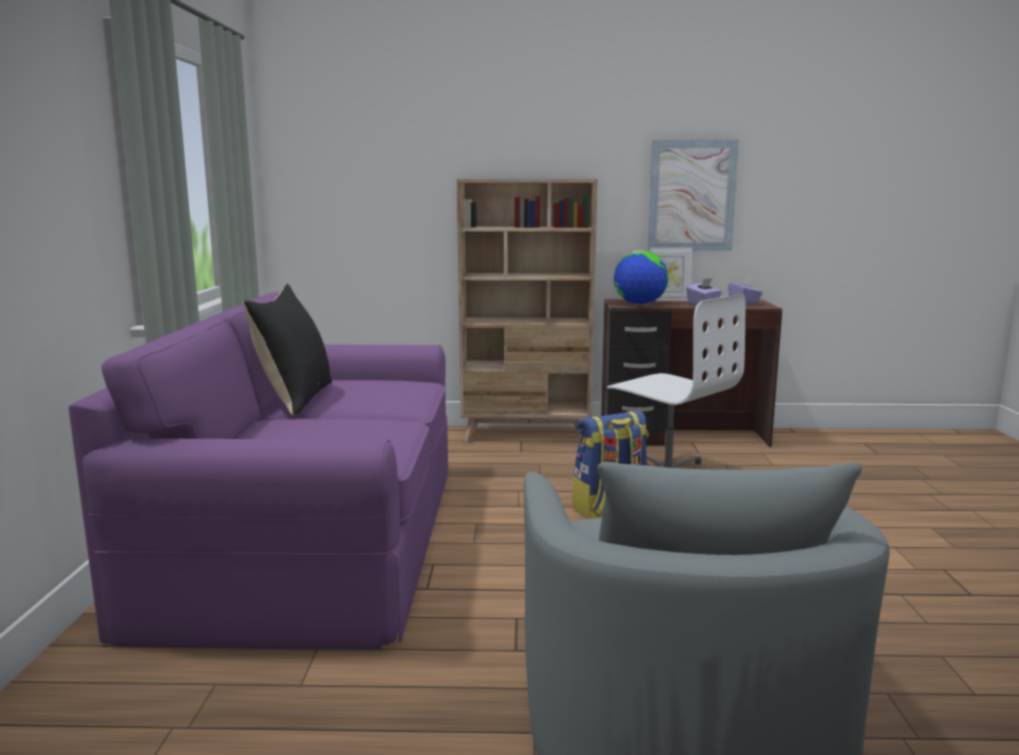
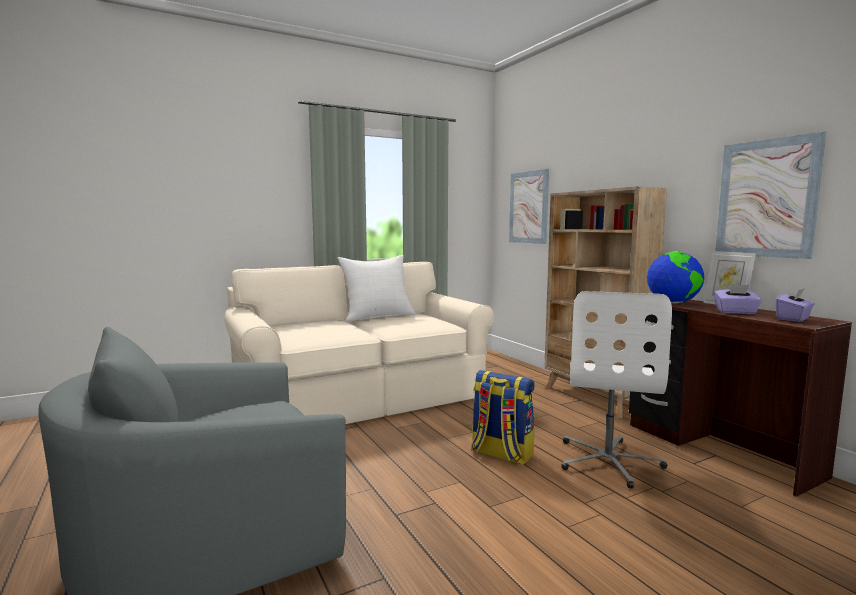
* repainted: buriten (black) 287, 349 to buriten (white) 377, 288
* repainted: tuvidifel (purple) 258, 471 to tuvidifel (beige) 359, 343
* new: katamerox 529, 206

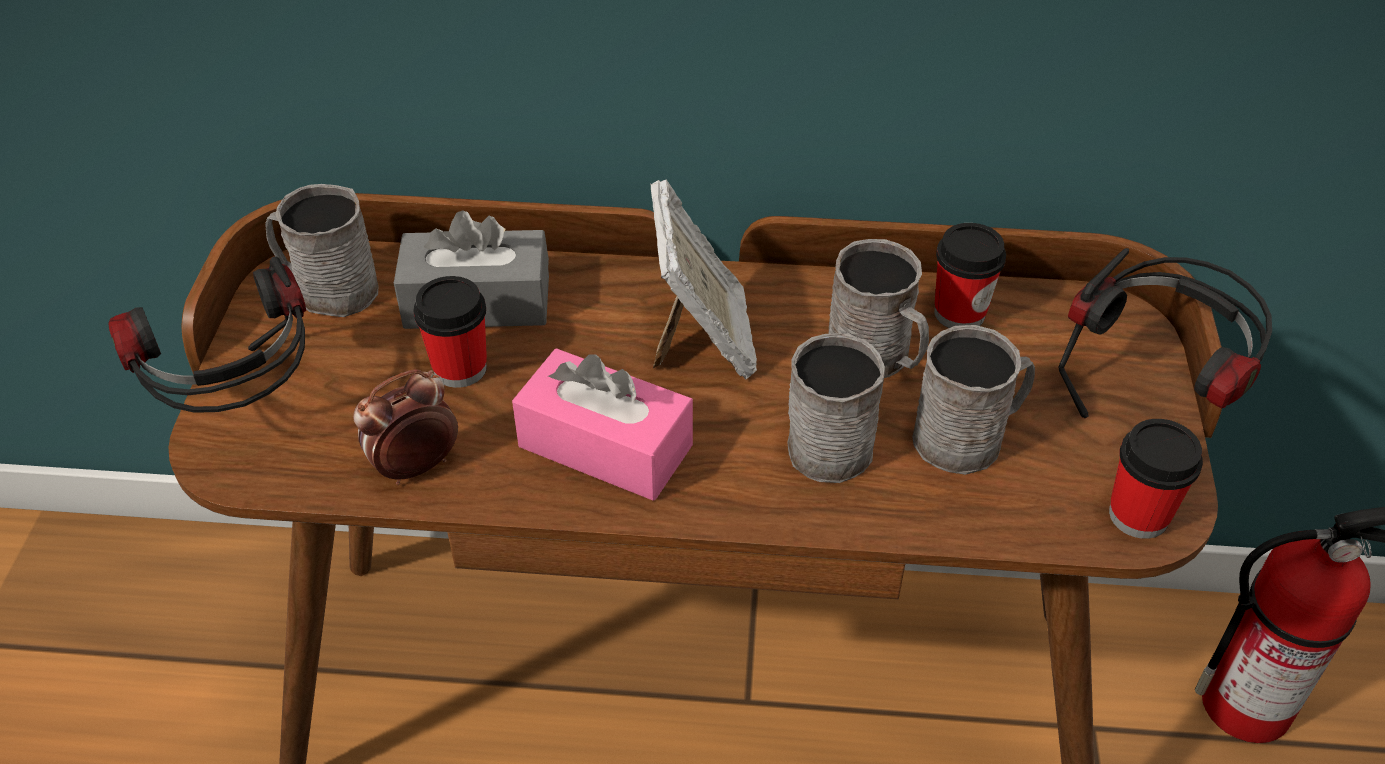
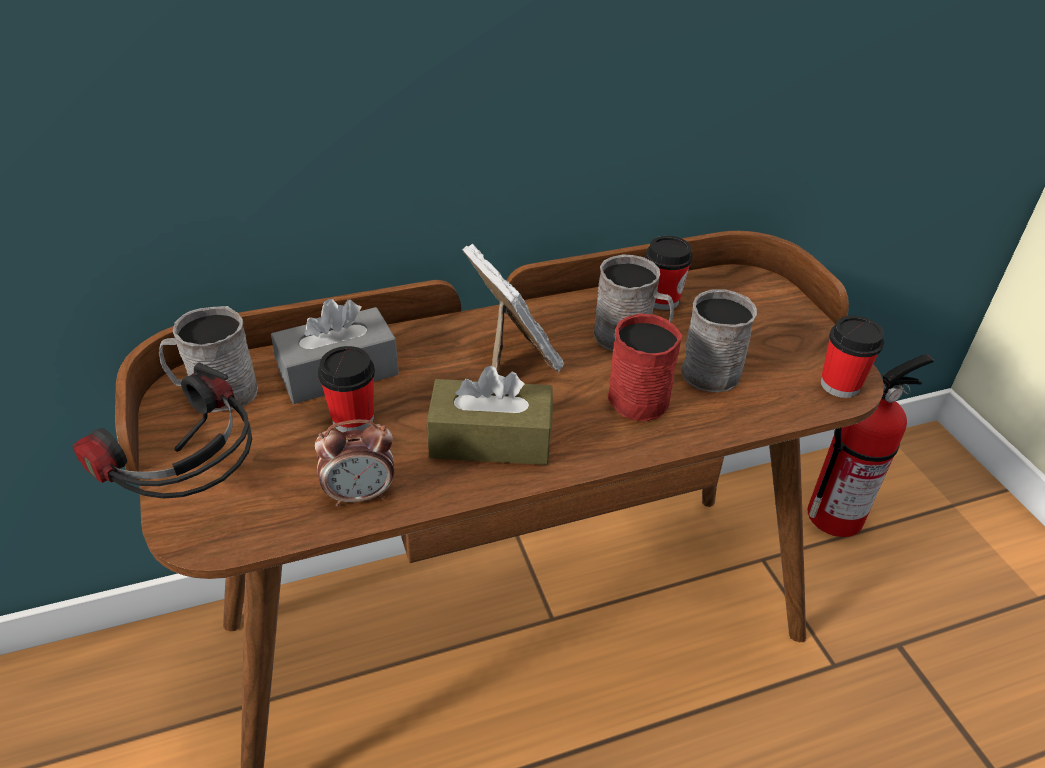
* gone: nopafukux 1165, 333
* repainted: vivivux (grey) 836, 408 to vivivux (red) 644, 367
* repainted: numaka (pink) 602, 425 to numaka (brown) 490, 415
* rotated: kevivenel 405, 427 = 354, 463 135 degrees counterclockwise

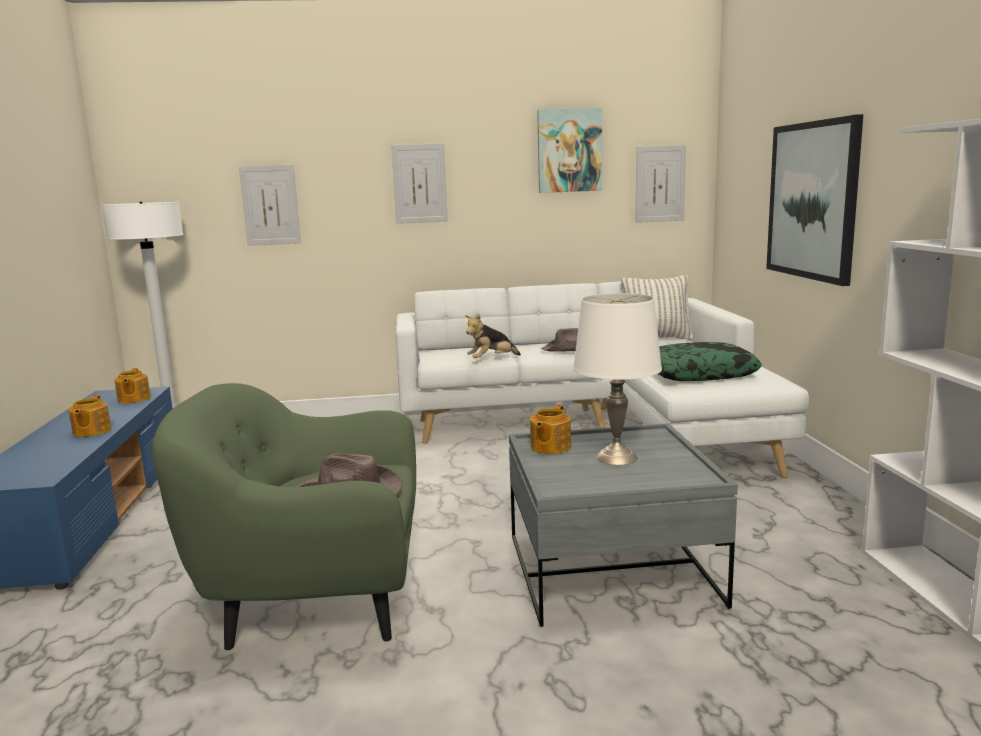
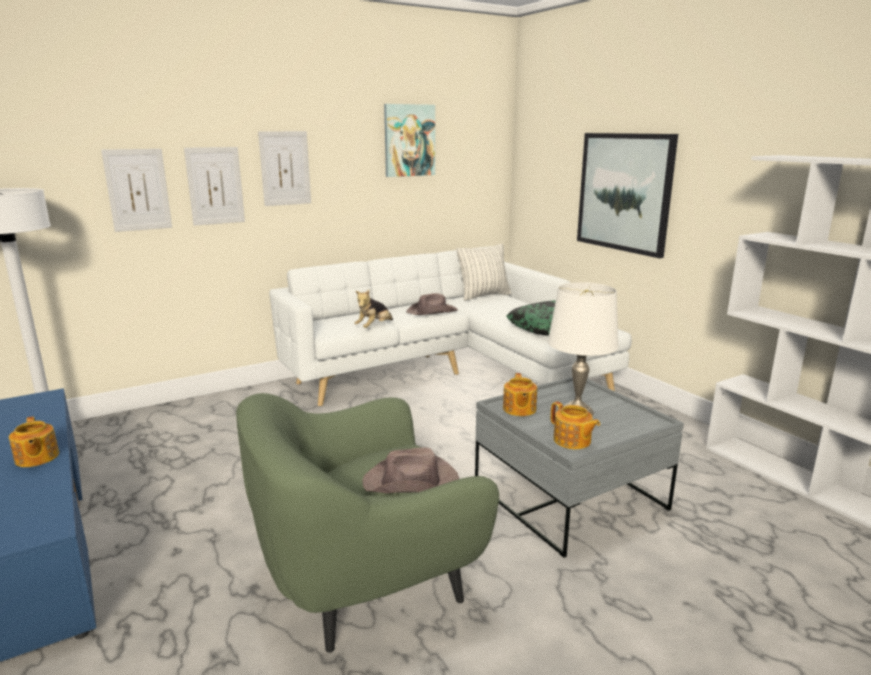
* shifted: katamerox 661, 184 to 214, 186
* shifted: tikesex 132, 386 to 575, 425

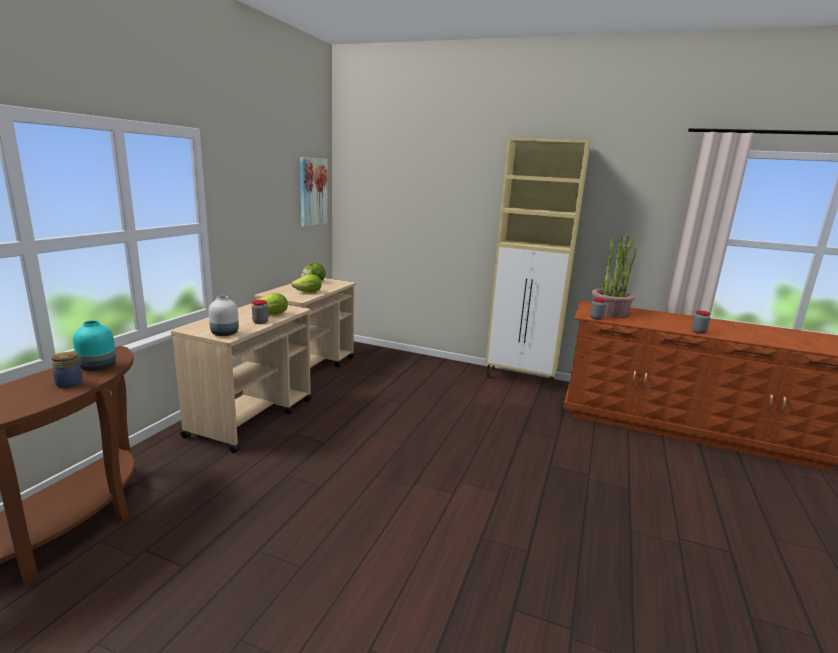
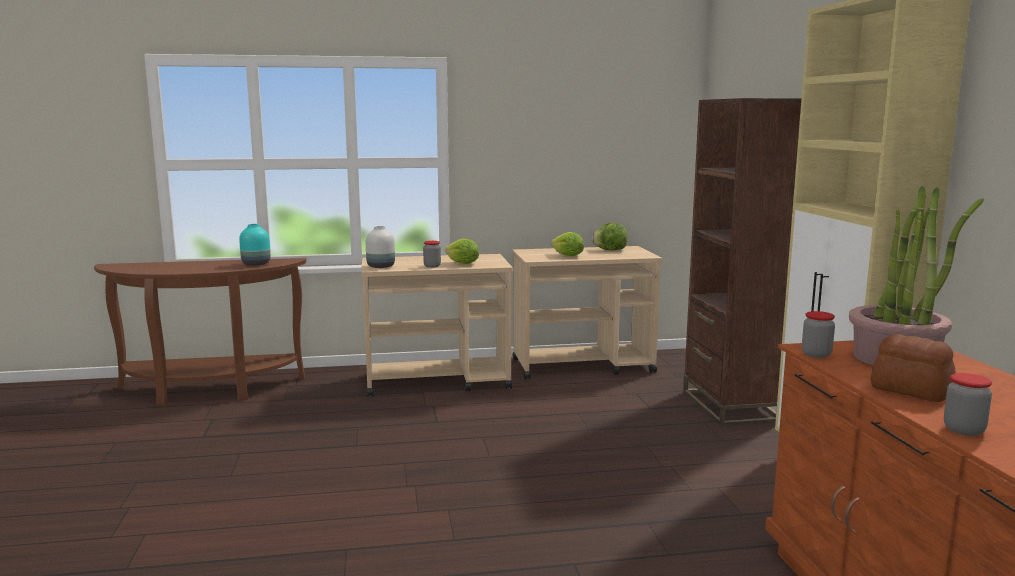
* gone: katamerox 314, 192
* gone: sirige 67, 370
* new: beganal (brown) 742, 262
* new: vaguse 913, 368

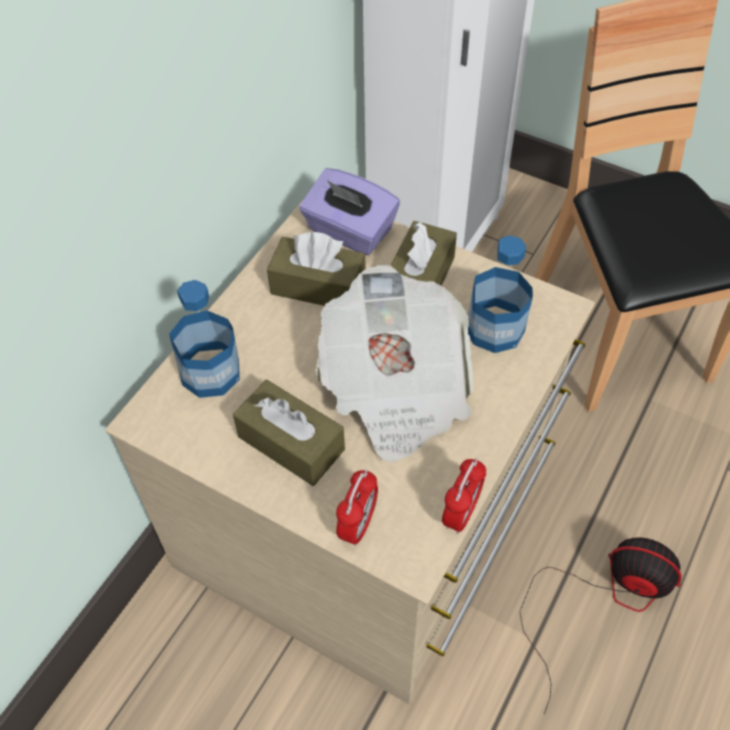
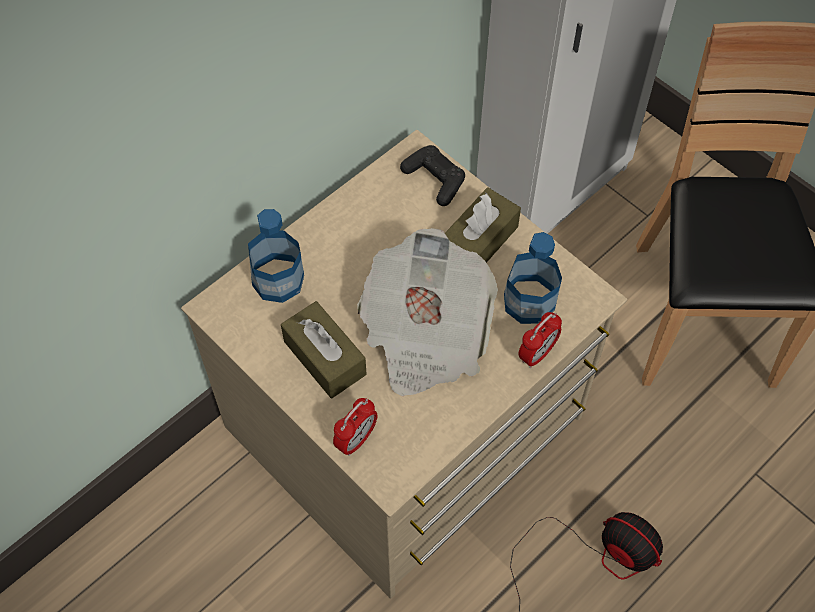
* swapped: numaka (purple) 349, 211 to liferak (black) 432, 175
* gone: numaka (brown) 316, 269
* shifted: kevivenel 464, 496 to 540, 340

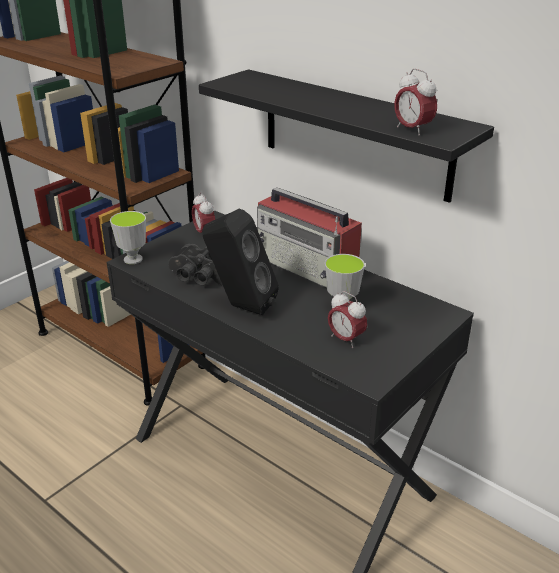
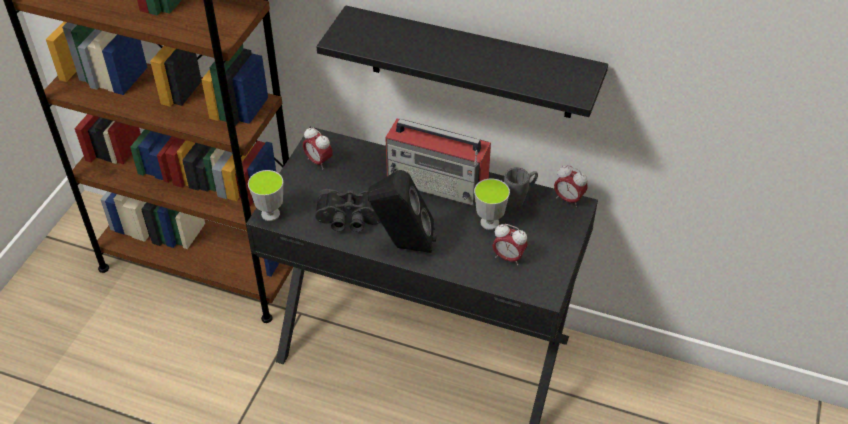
* shifted: kevivenel 415, 102 to 571, 186
* new: vivivux (grey) 521, 187

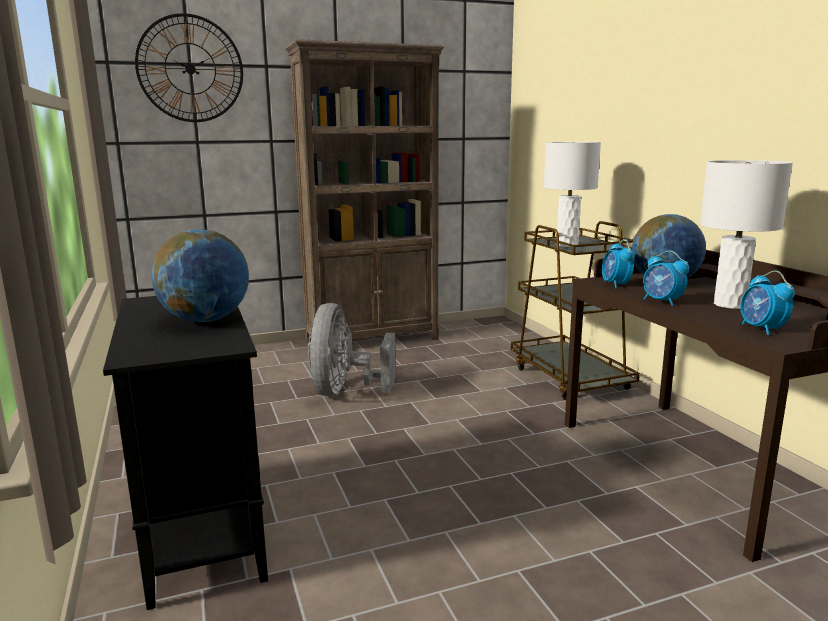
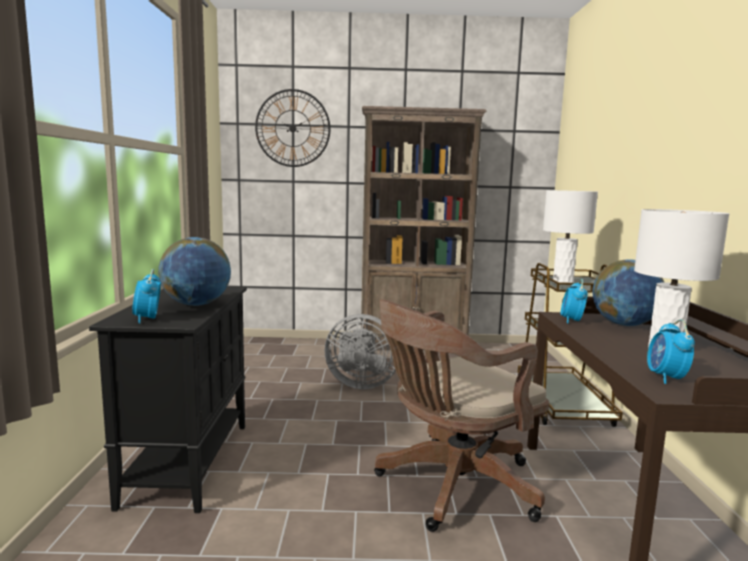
* shifted: kevivenel 666, 278 to 146, 296
* rotated: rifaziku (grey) 352, 349 = 360, 351 105 degrees counterclockwise
* new: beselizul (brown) 461, 415

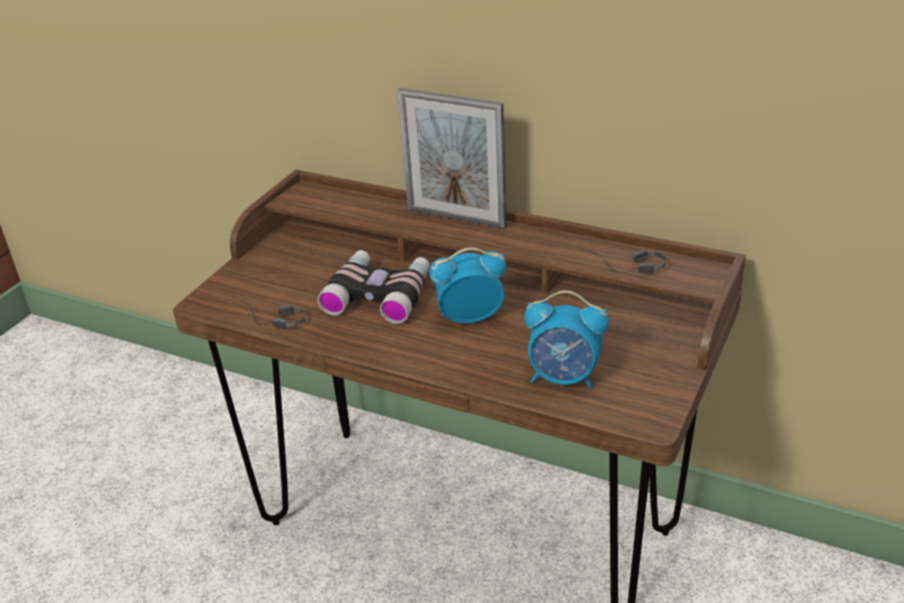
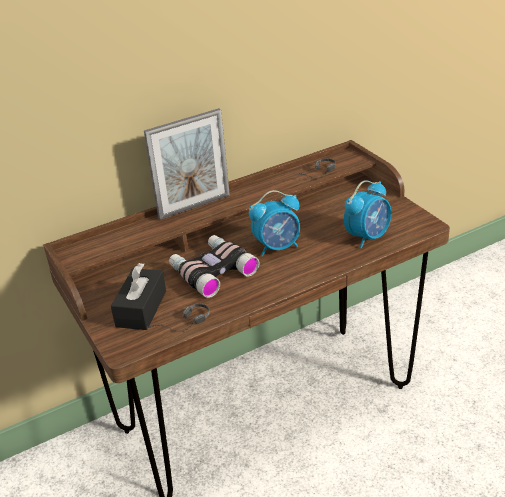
* rotated: kevivenel 467, 286 = 274, 223 135 degrees counterclockwise
* new: numaka (black) 138, 296

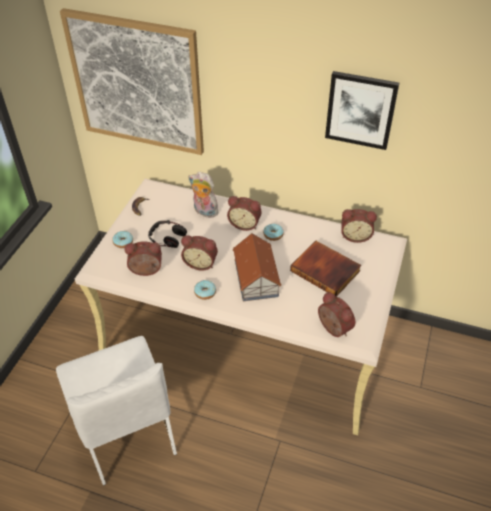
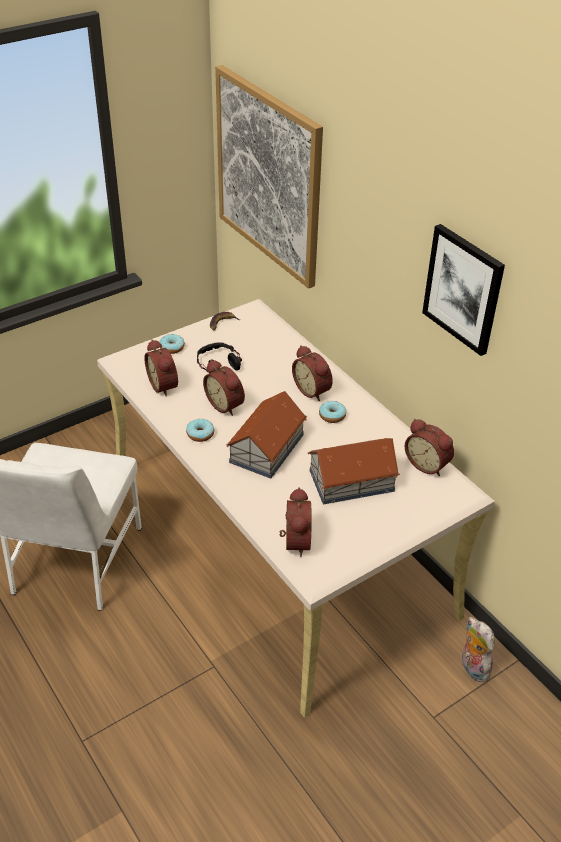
* shifted: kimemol 203, 195 to 478, 649
* rotated: kevivenel 143, 258 = 161, 368 150 degrees counterclockwise
* swapped: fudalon 325, 269 to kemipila 354, 471

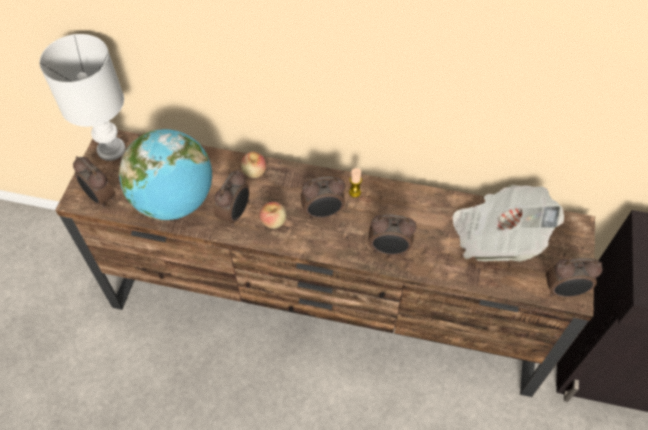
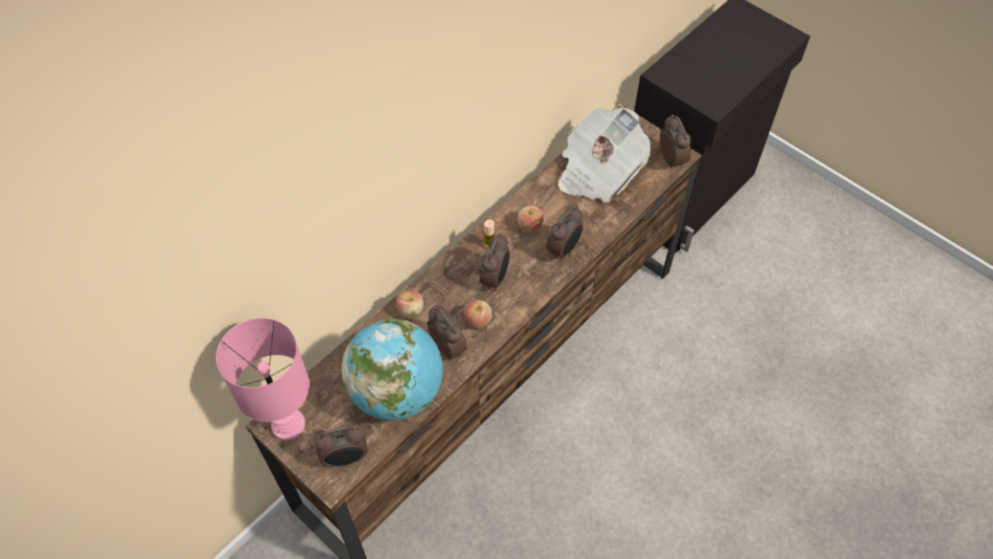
* repainted: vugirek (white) 82, 97 to vugirek (pink) 263, 379
* rotated: kevivenel 574, 277 = 675, 141 45 degrees counterclockwise
* new: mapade 531, 218

